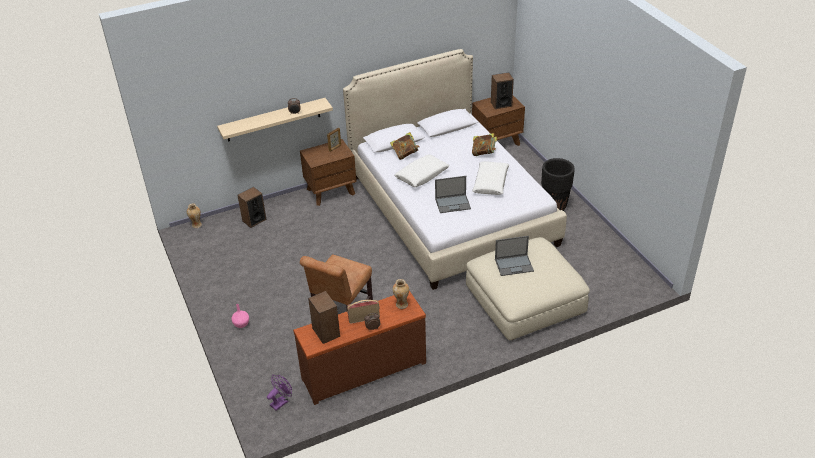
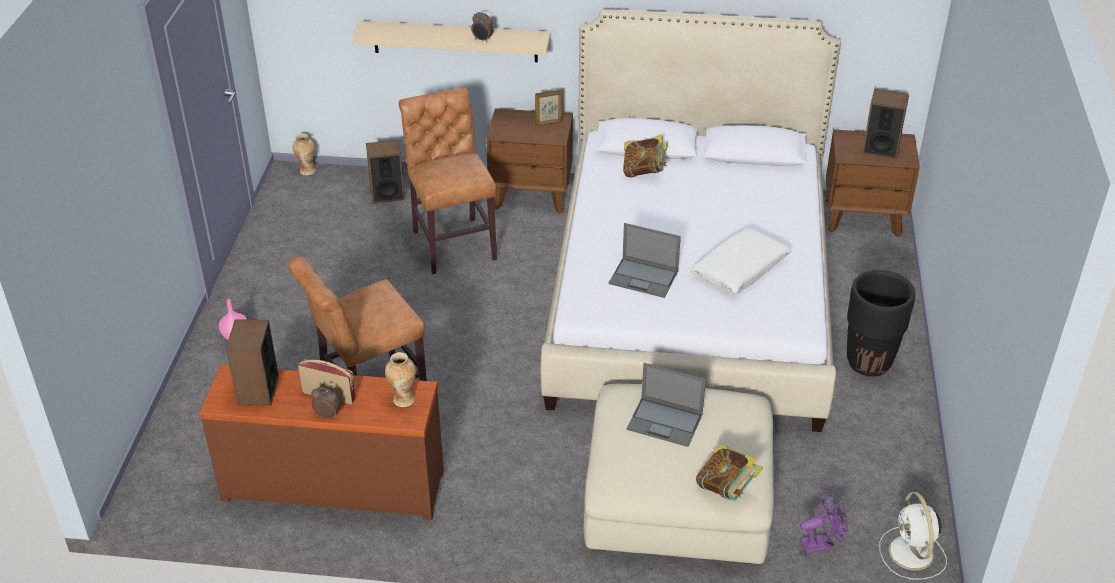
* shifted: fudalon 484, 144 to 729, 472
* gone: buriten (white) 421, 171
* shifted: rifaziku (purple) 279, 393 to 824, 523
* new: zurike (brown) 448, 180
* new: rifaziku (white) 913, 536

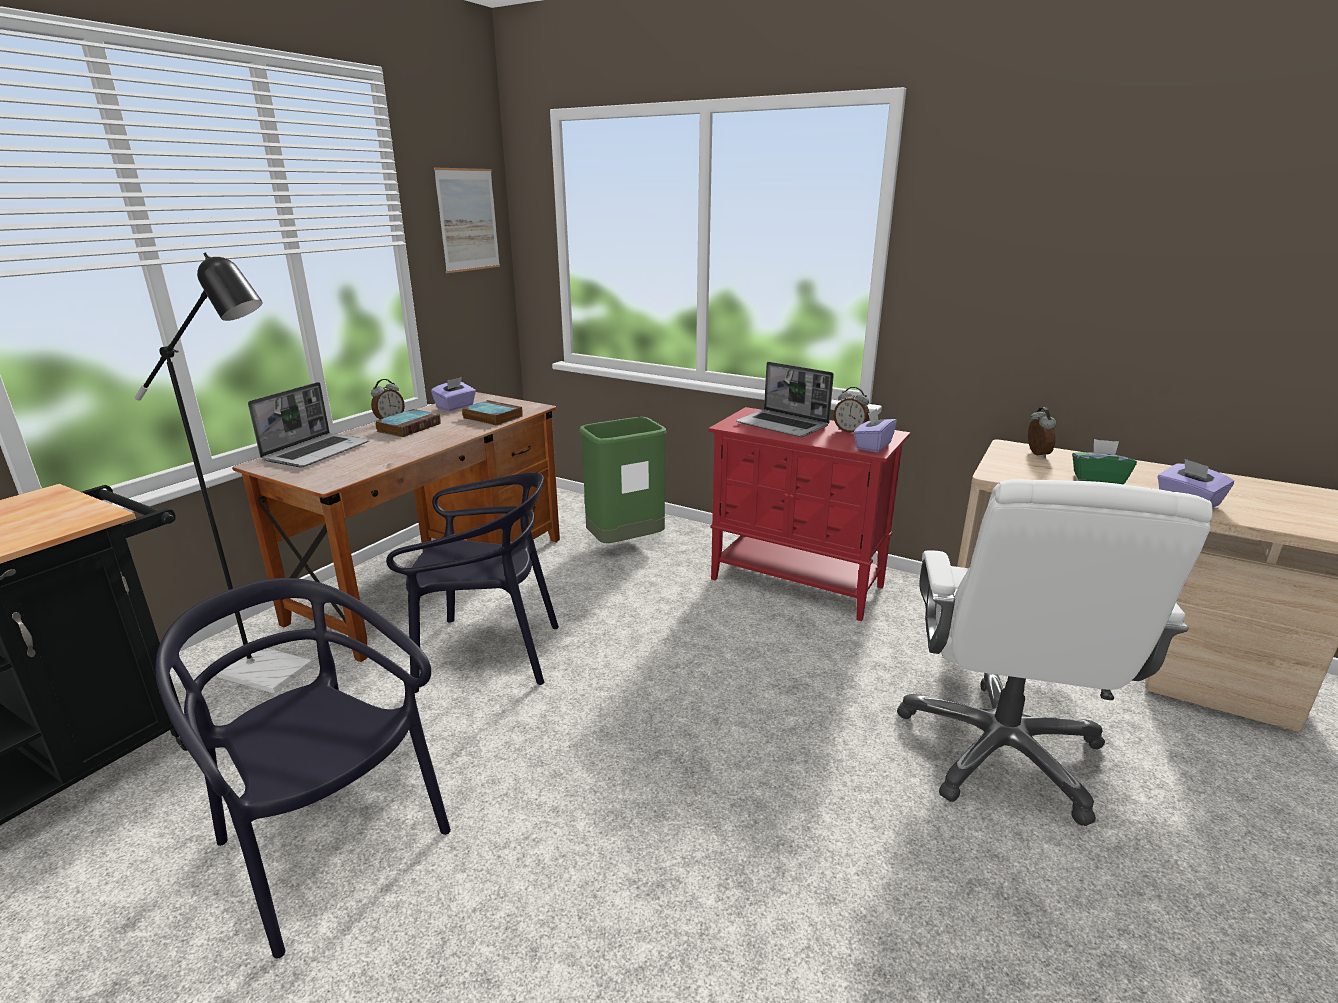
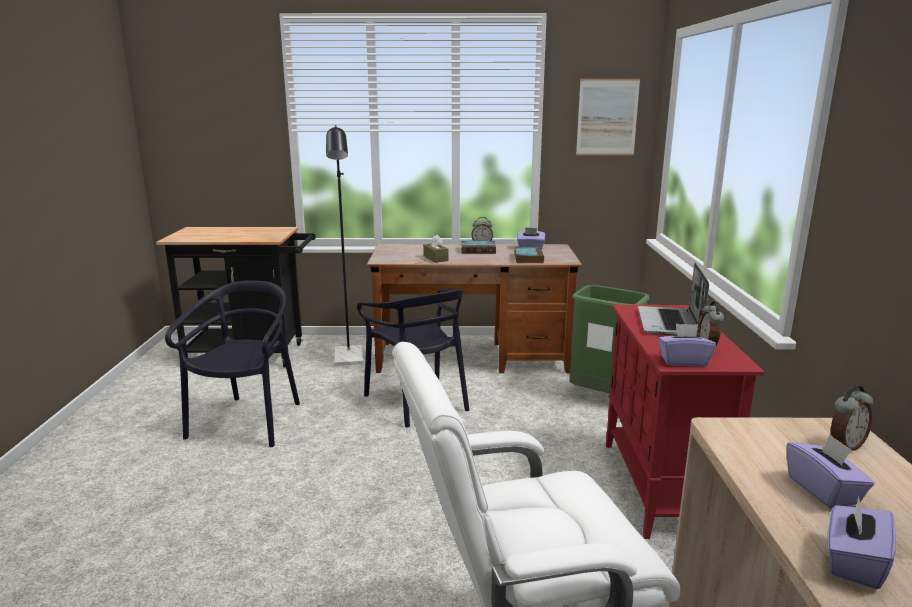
* gone: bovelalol 308, 425
* repainted: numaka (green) 1104, 461 to numaka (purple) 830, 471
* new: numaka (brown) 436, 249

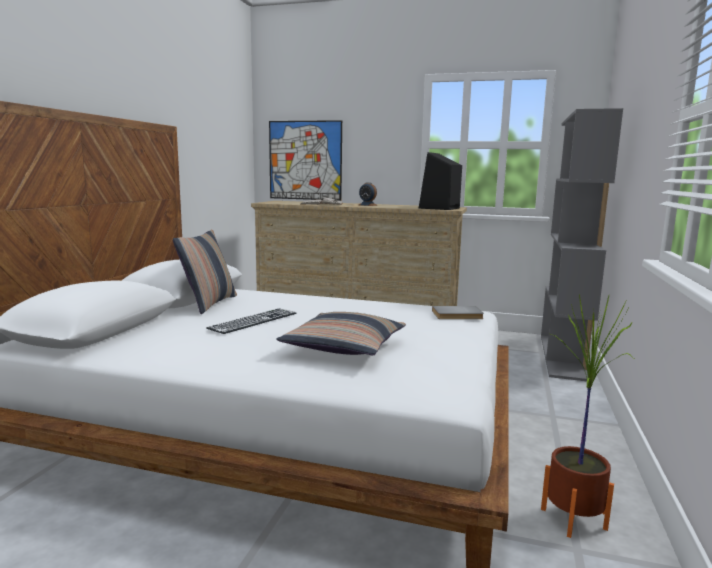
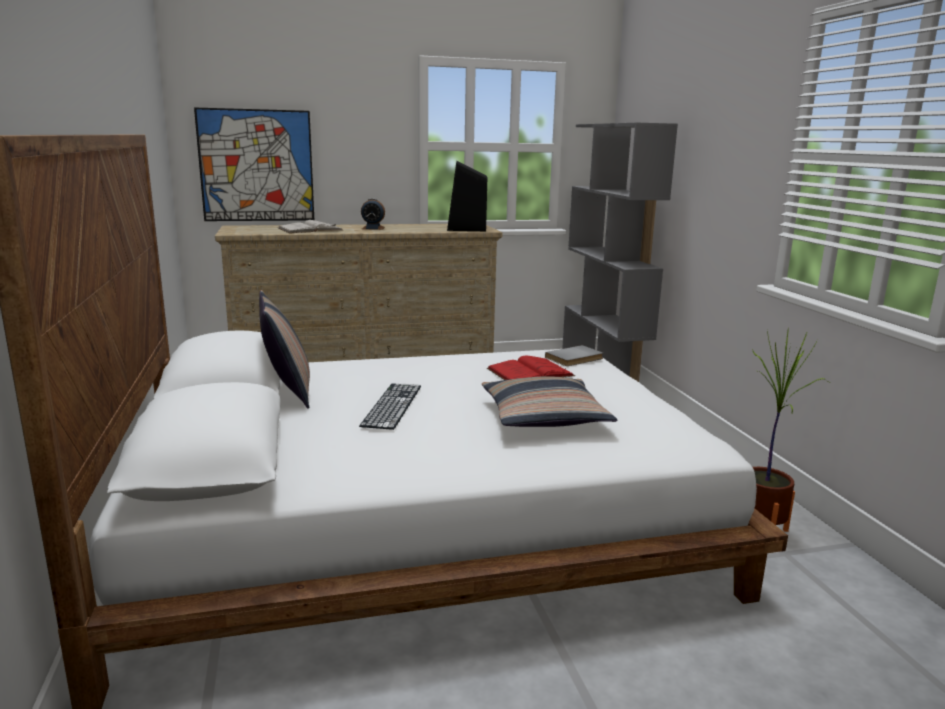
* new: fudalon (red) 531, 368

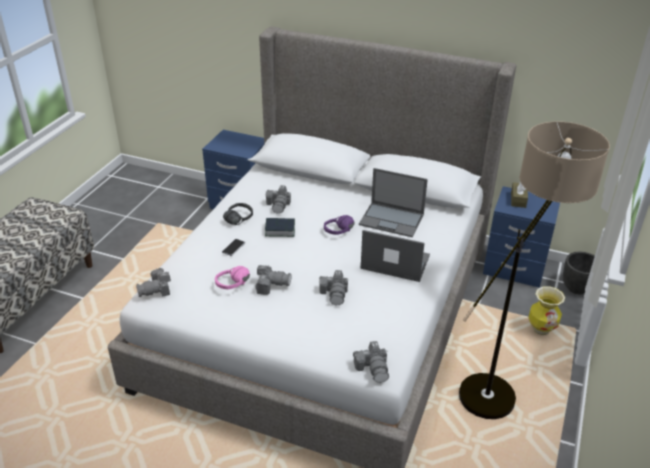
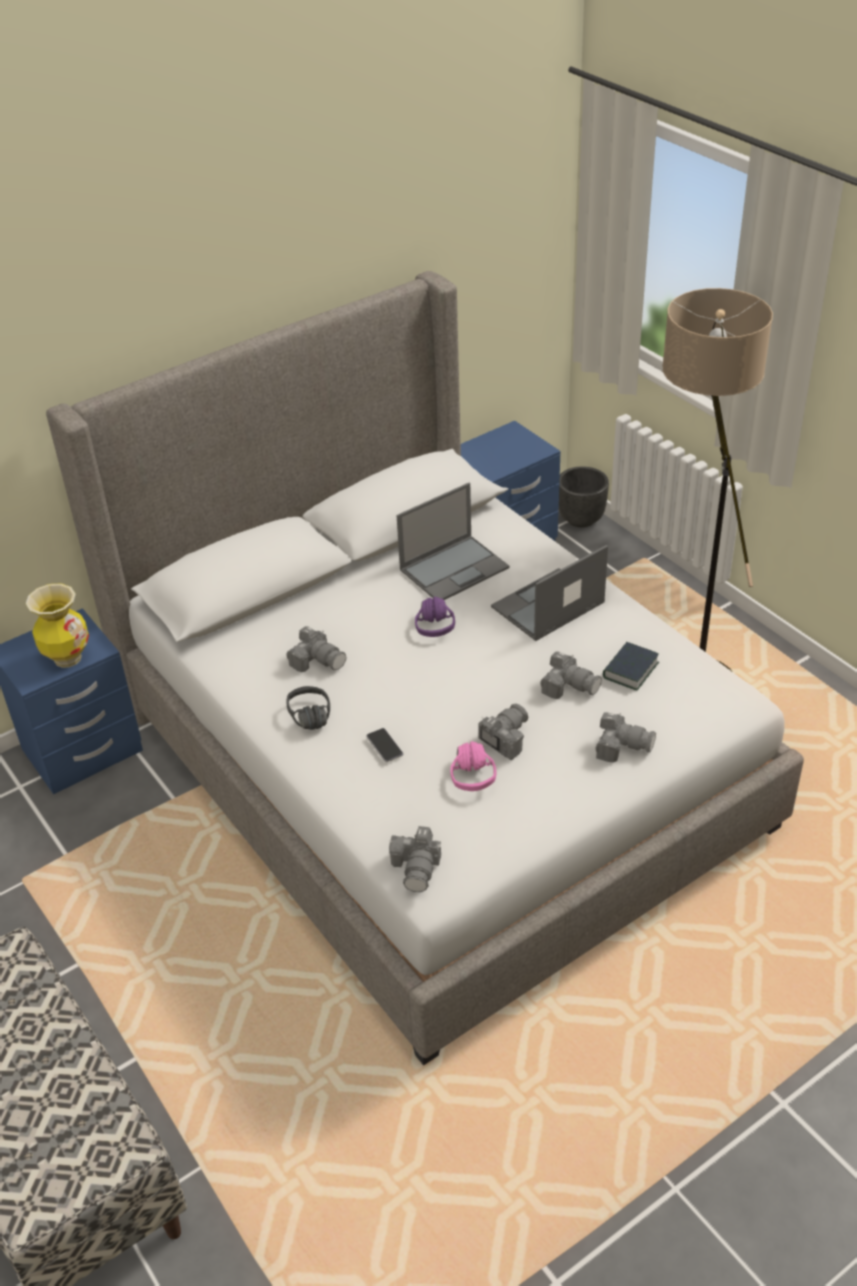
* gone: numaka (brown) 519, 195
* shifted: fudalon 280, 227 to 631, 666
* shifted: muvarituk 546, 310 to 57, 625
* shifted: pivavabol 371, 362 to 625, 737

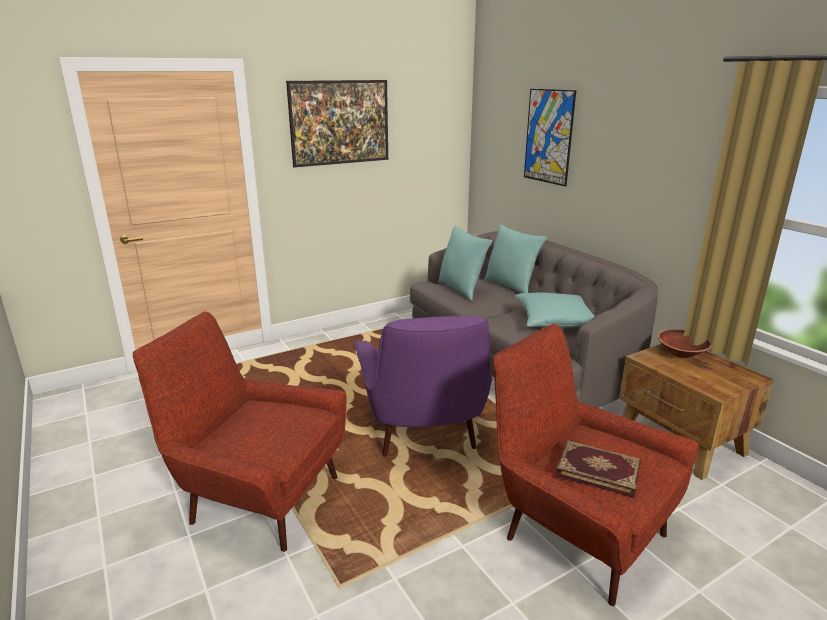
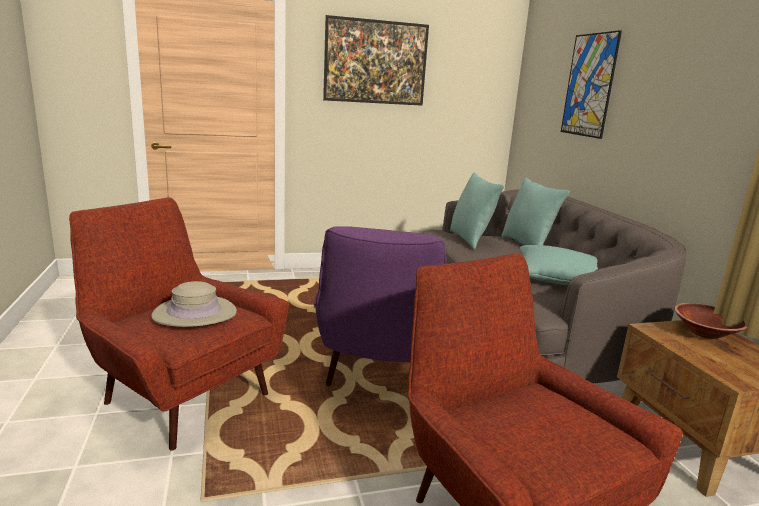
* gone: fudalon 598, 469
* new: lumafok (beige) 194, 304

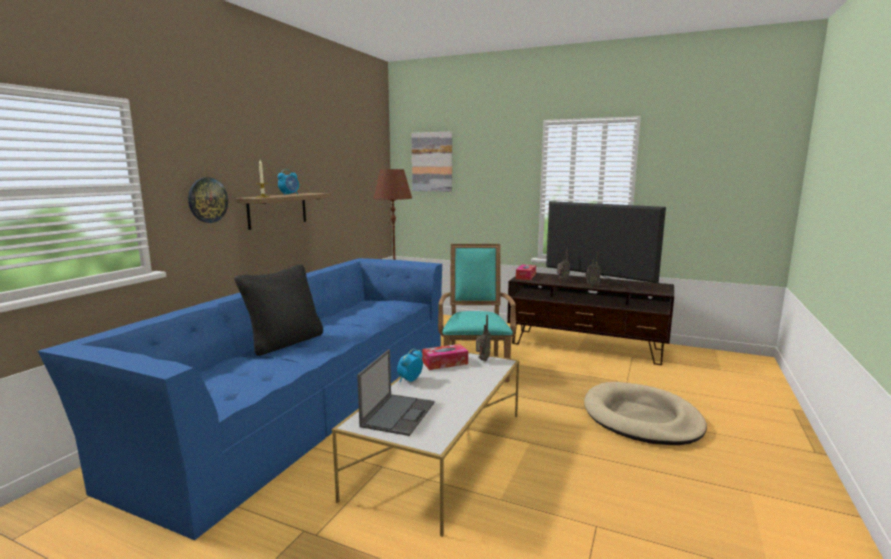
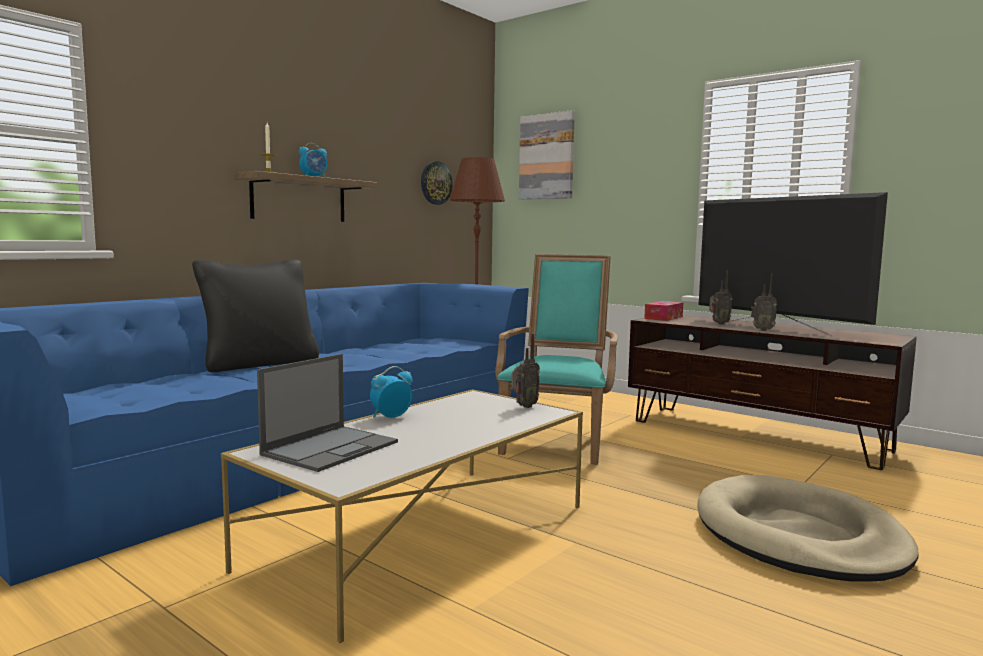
* shifted: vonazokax 208, 200 to 437, 183
* gone: numaka 445, 357

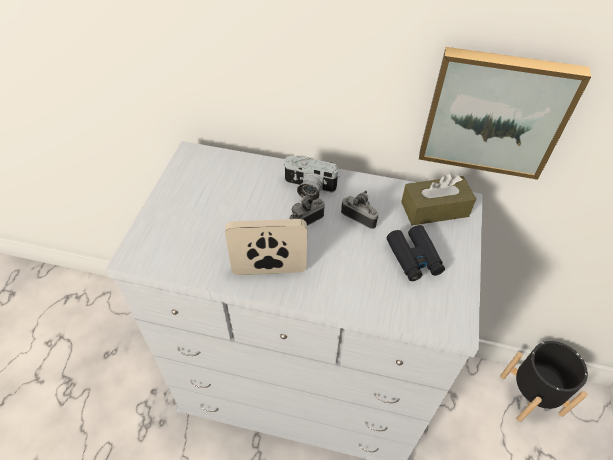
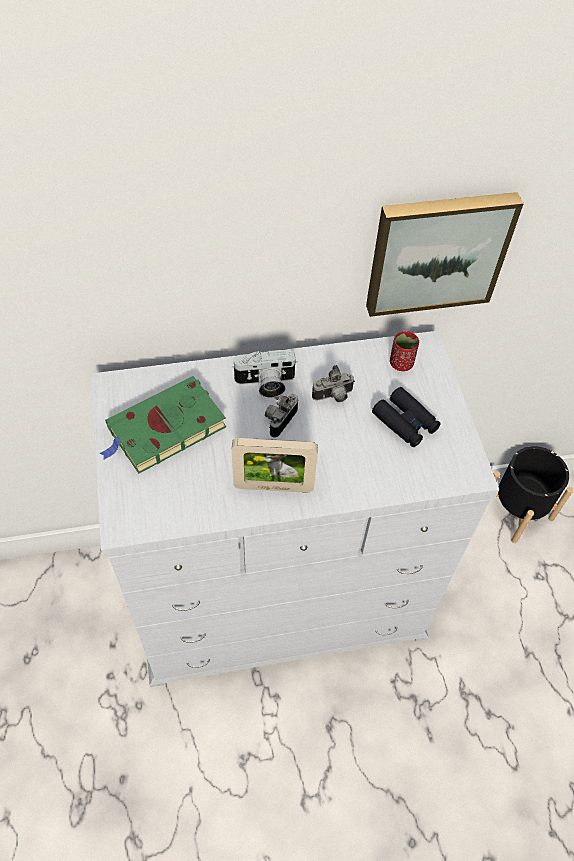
* swapped: numaka (brown) 438, 200 to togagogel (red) 404, 351
* rotated: pivavabol 360, 210 = 333, 383 150 degrees clockwise
* rotated: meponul 266, 247 = 274, 465 150 degrees counterclockwise
* new: fudalon (green) 162, 425

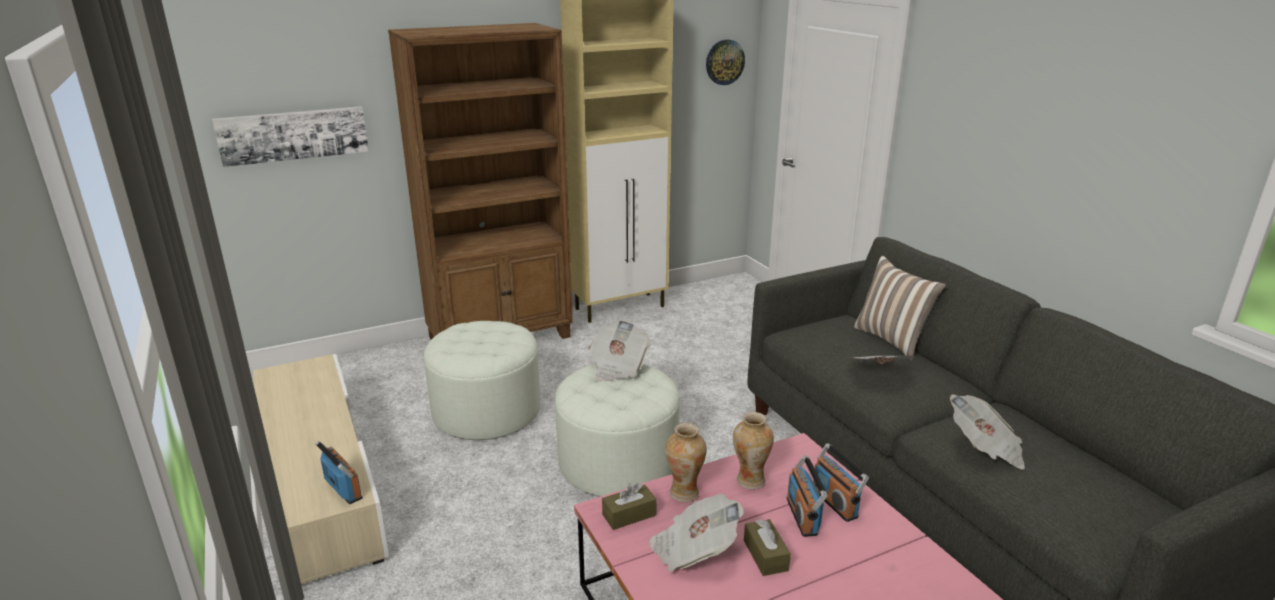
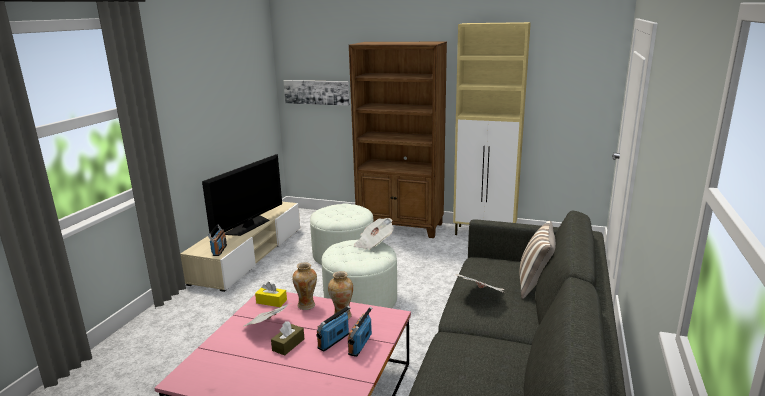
* gone: vonazokax 725, 62
* gone: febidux 987, 432
* repainted: numaka (brown) 629, 506 to numaka (yellow) 271, 294
* new: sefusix 242, 196

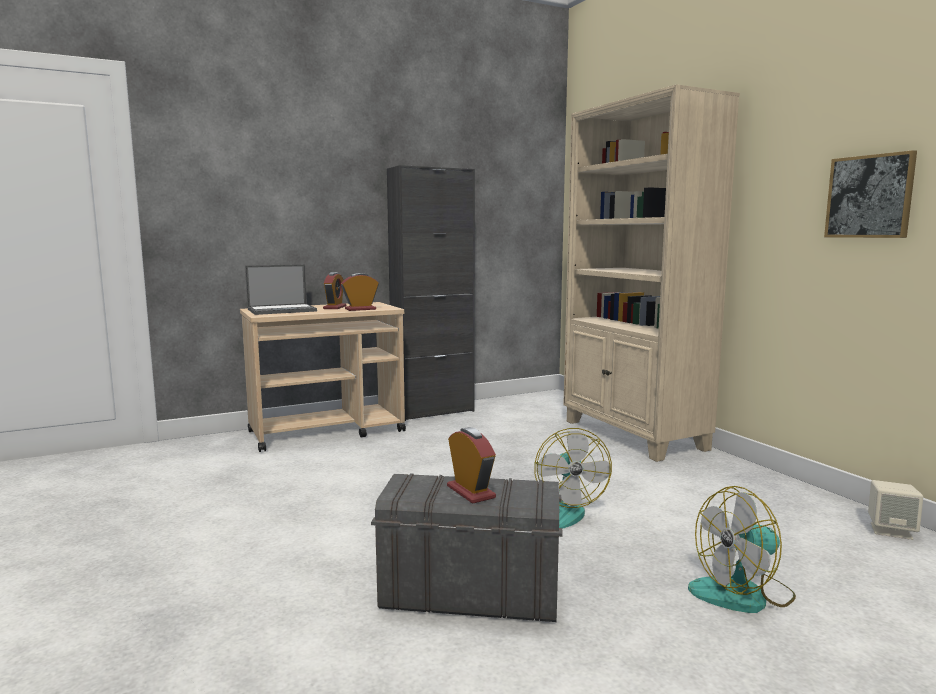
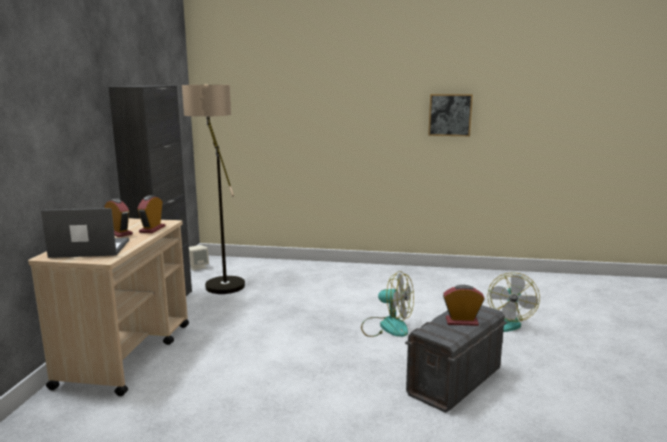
* gone: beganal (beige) 651, 273
* rotated: bovelalol 281, 289 = 85, 233 105 degrees counterclockwise
* shifted: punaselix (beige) 895, 510 to 199, 258
* new: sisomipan 213, 189

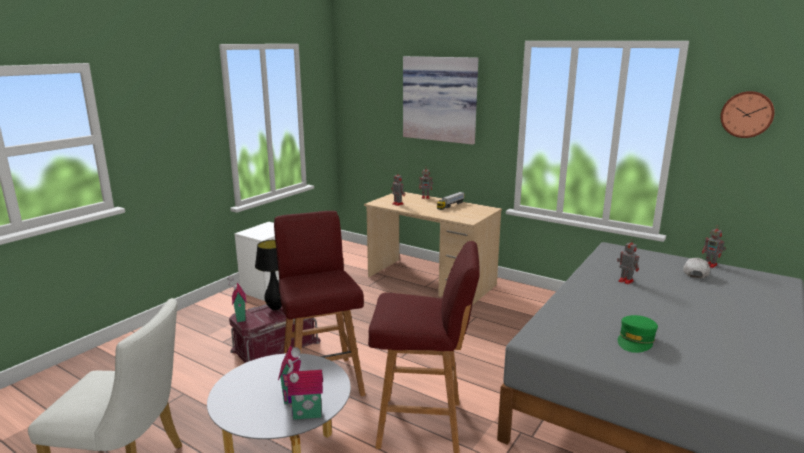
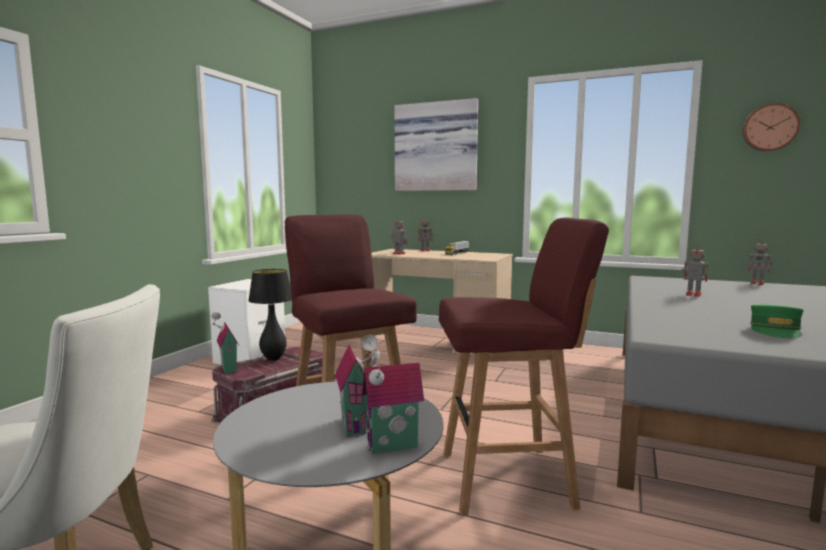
* gone: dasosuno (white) 696, 268

